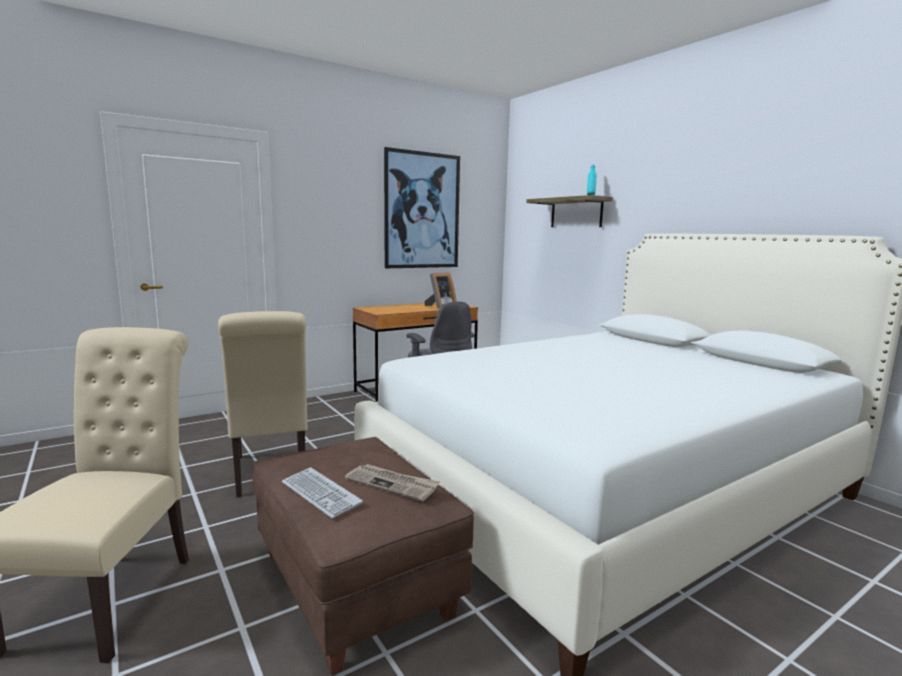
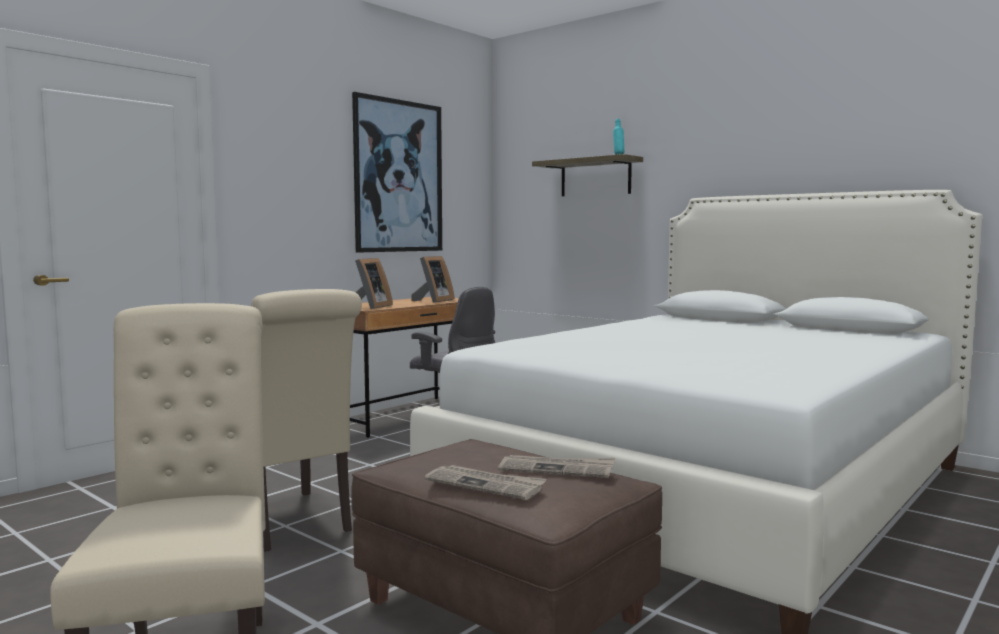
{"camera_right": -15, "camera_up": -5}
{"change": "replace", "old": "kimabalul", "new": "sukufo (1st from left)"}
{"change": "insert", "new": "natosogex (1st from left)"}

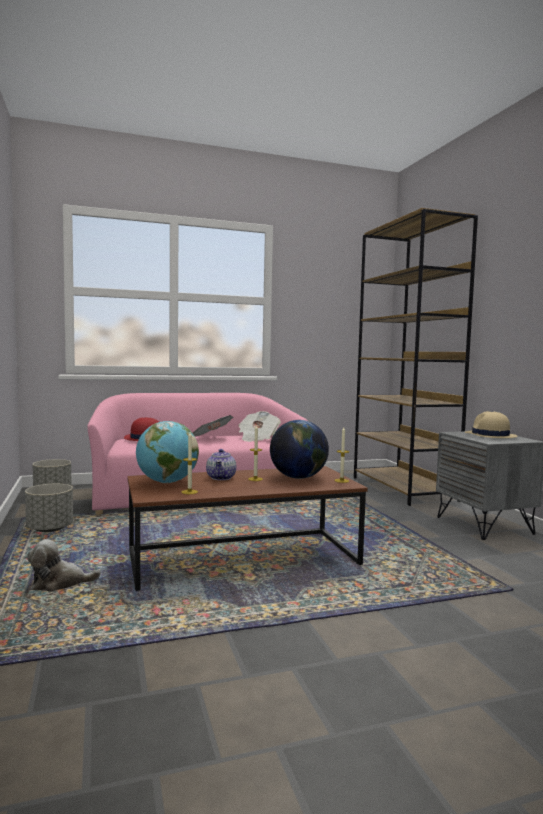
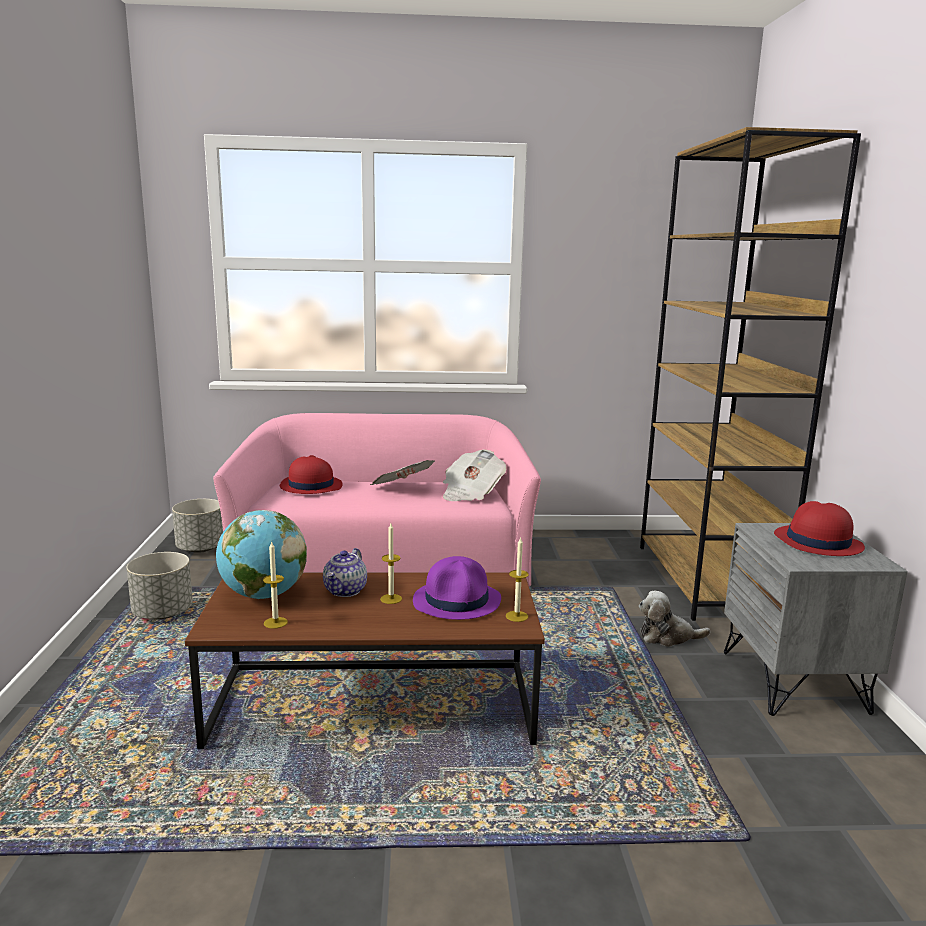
{"camera_right": 15, "camera_up": 10}
{"change": "recolor", "old": "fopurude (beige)", "new": "fopurude (red) (2nd from left)"}
{"change": "replace", "old": "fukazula (2nd from left)", "new": "fopurude (purple)"}
{"change": "move", "old": "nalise"}

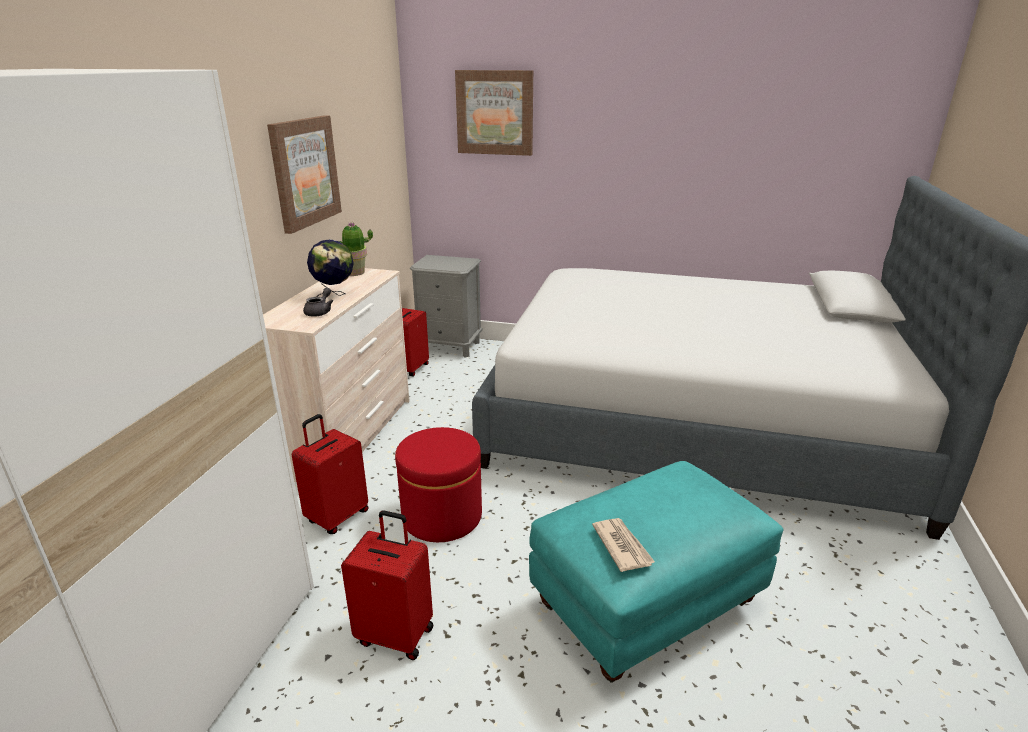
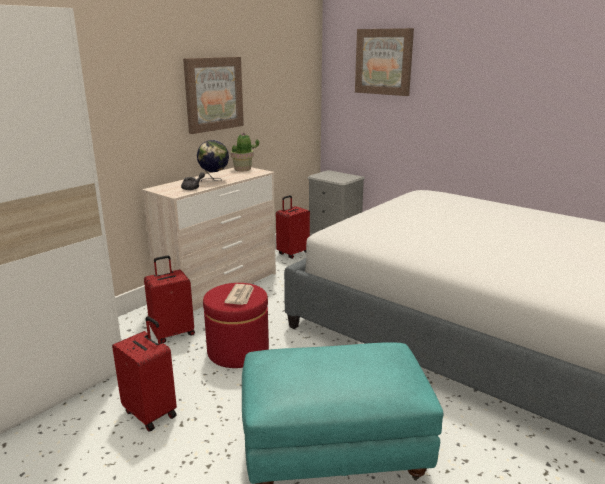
{"camera_right": 25, "camera_up": -5}
{"change": "move", "old": "sukufo"}

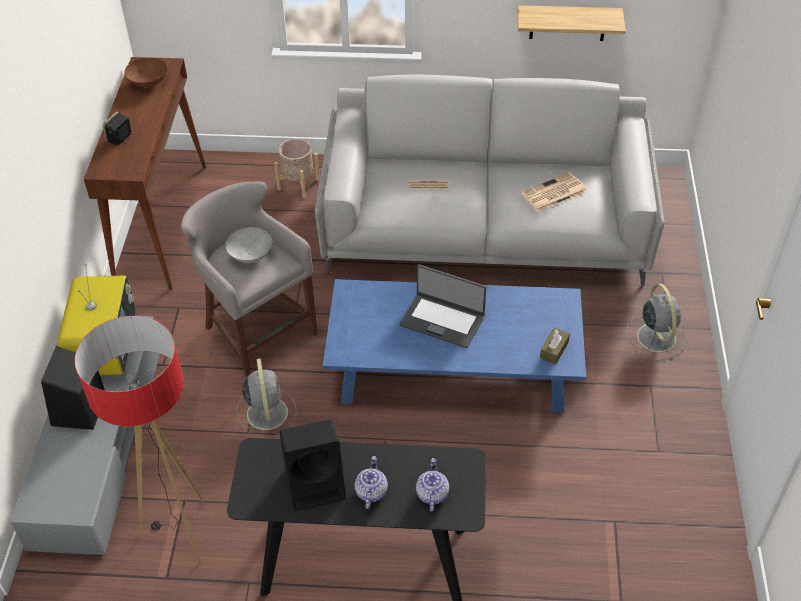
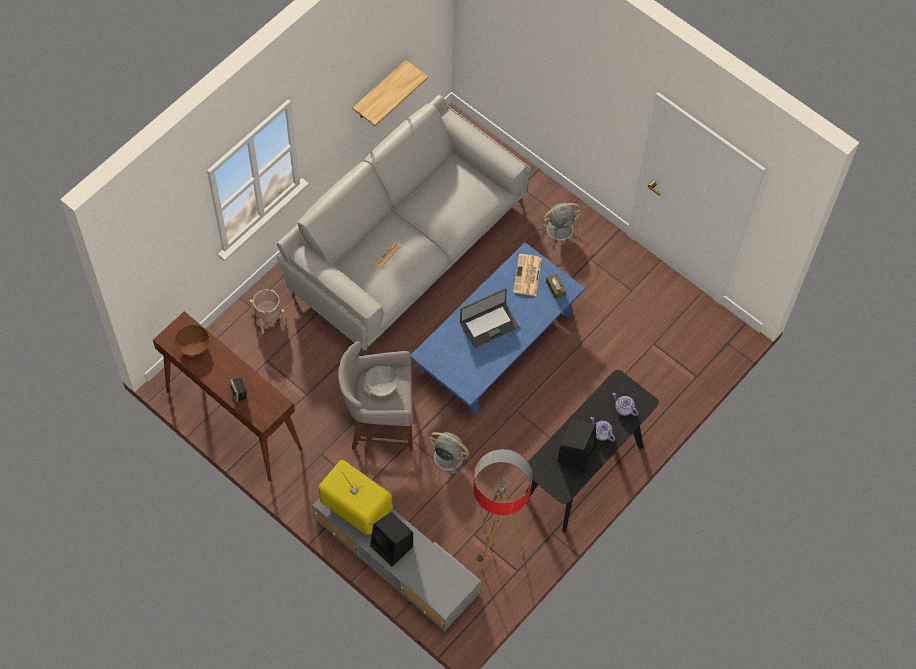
{"camera_right": -55, "camera_up": 15}
{"change": "move", "old": "sukufo (2nd from left)"}
{"change": "rotate", "old": "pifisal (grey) (2nd from left)", "degrees": 135}

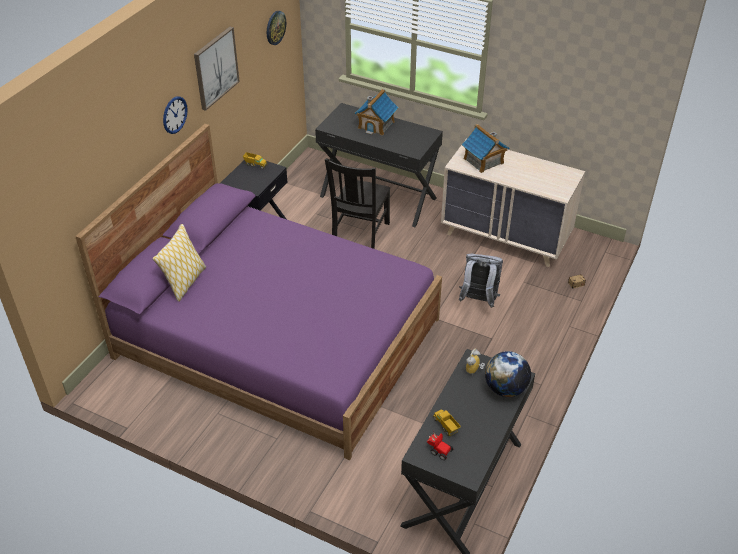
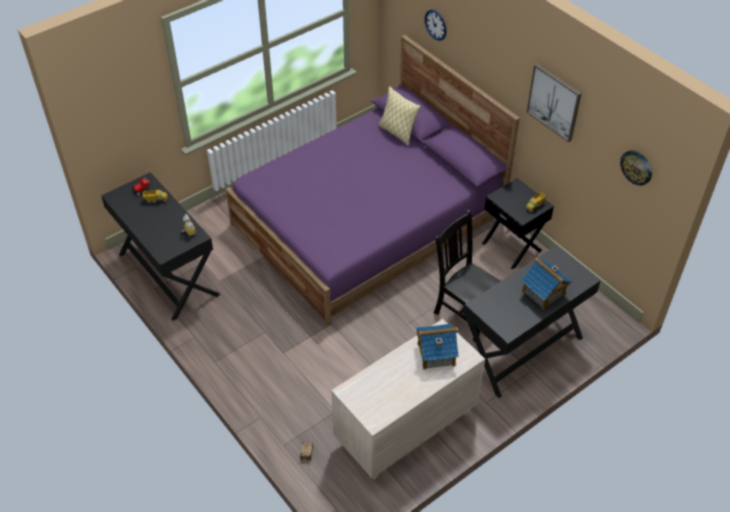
{"camera_right": 115, "camera_up": 5}
{"change": "move", "old": "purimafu (1st from left)"}
{"change": "delete", "old": "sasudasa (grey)"}
{"change": "delete", "old": "fukazula"}

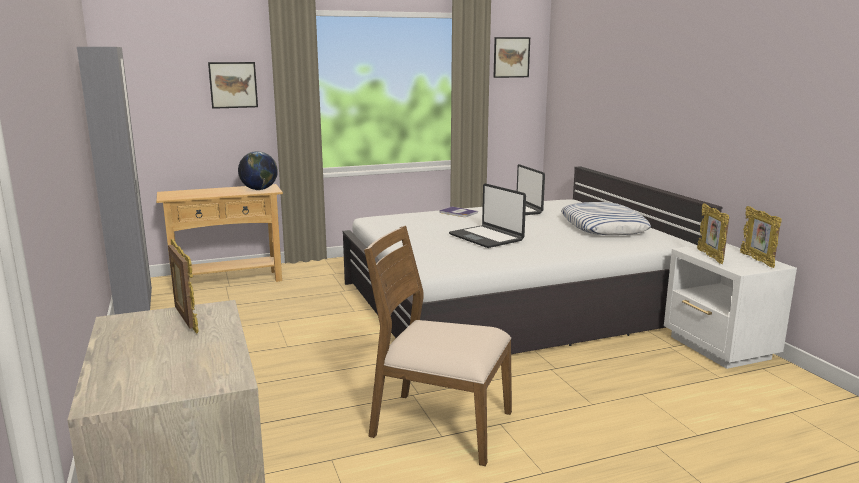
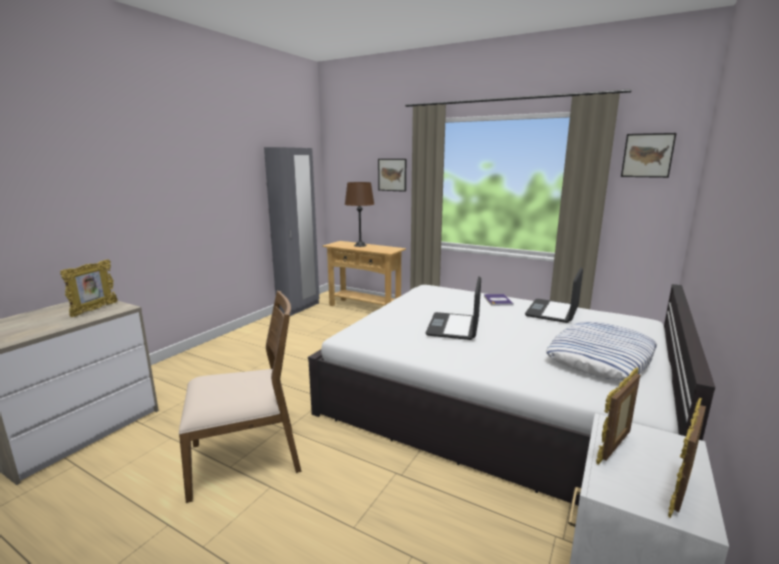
{"camera_right": 50, "camera_up": 0}
{"change": "delete", "old": "fukazula"}
{"change": "rotate", "old": "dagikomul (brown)", "degrees": 90}
{"change": "insert", "new": "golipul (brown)"}

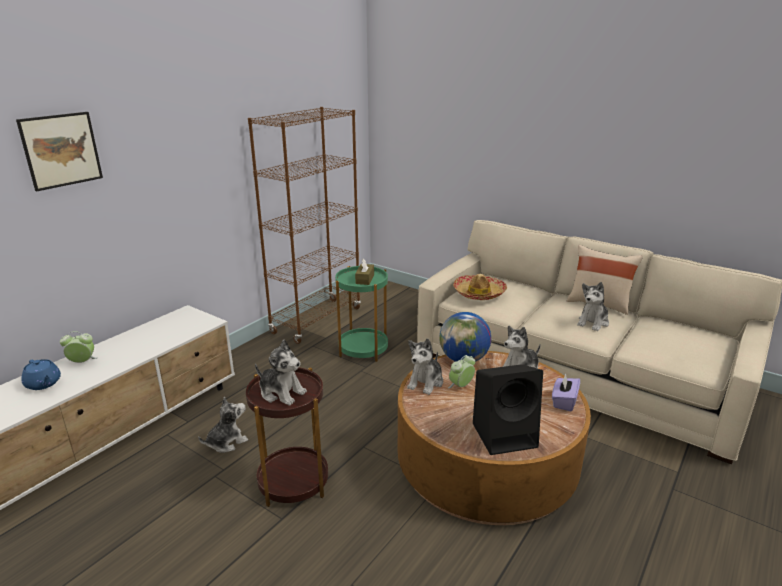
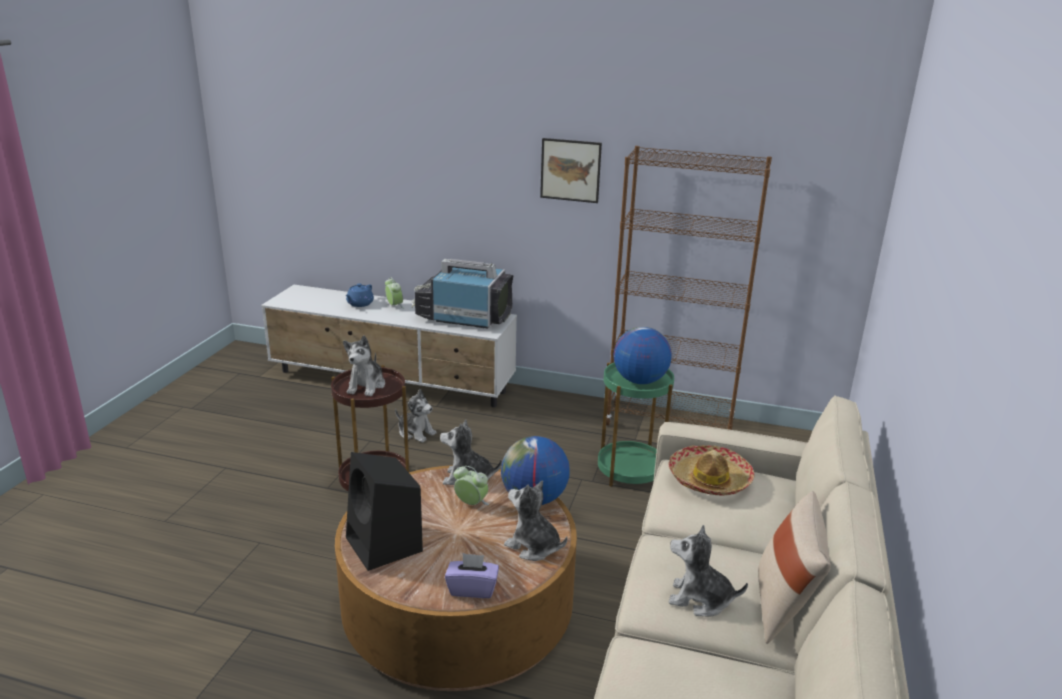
{"camera_right": 70, "camera_up": 0}
{"change": "move", "old": "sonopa"}
{"change": "replace", "old": "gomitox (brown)", "new": "fukazula (2nd from left)"}
{"change": "insert", "new": "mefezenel"}

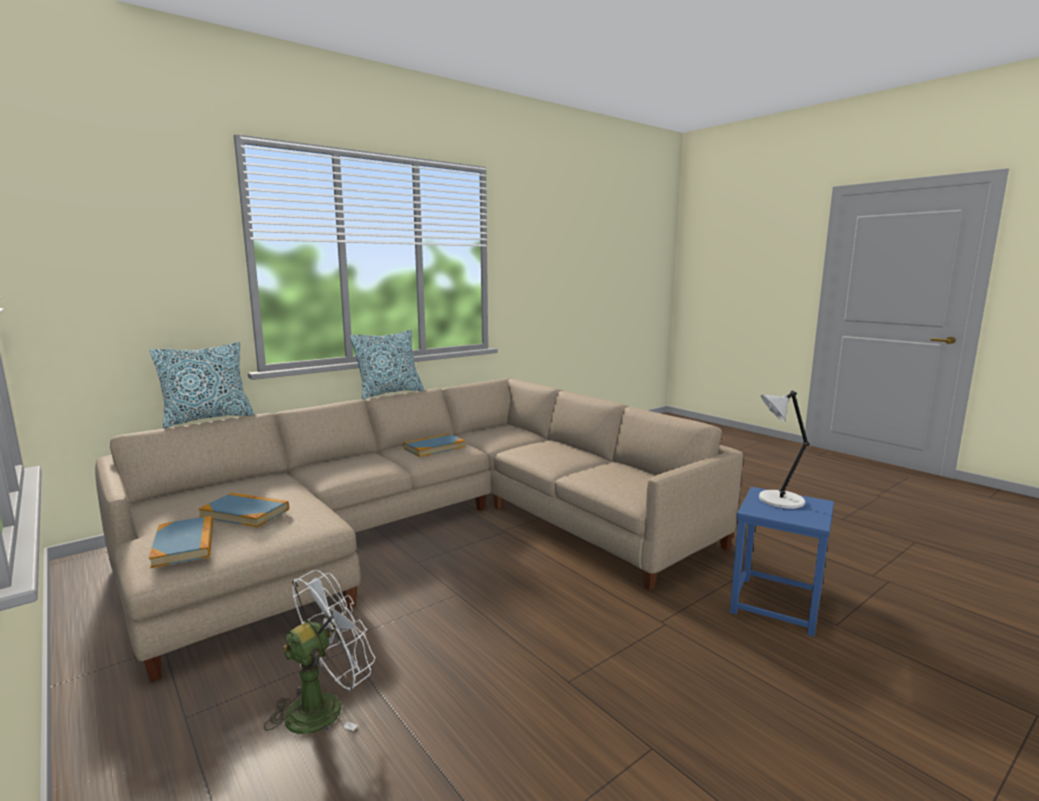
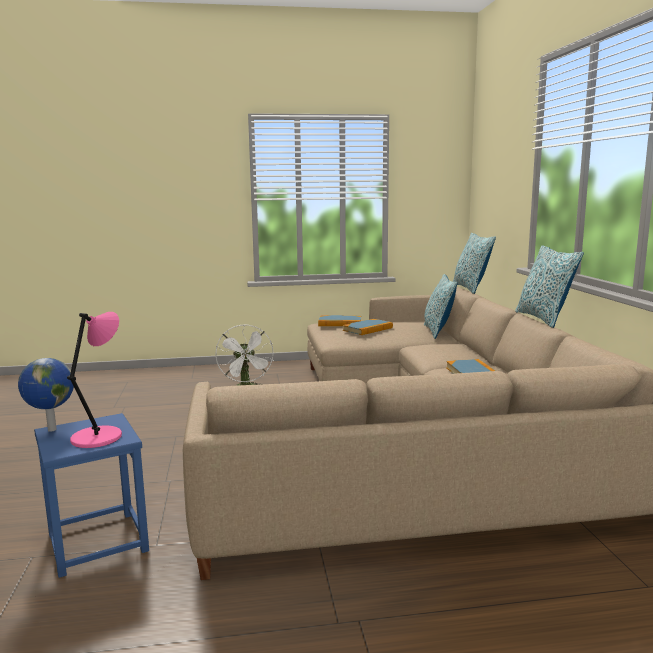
{"camera_right": 120, "camera_up": 0}
{"change": "recolor", "old": "golipul (grey)", "new": "golipul (pink)"}
{"change": "insert", "new": "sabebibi (1st from left)"}
{"change": "insert", "new": "fukazula"}

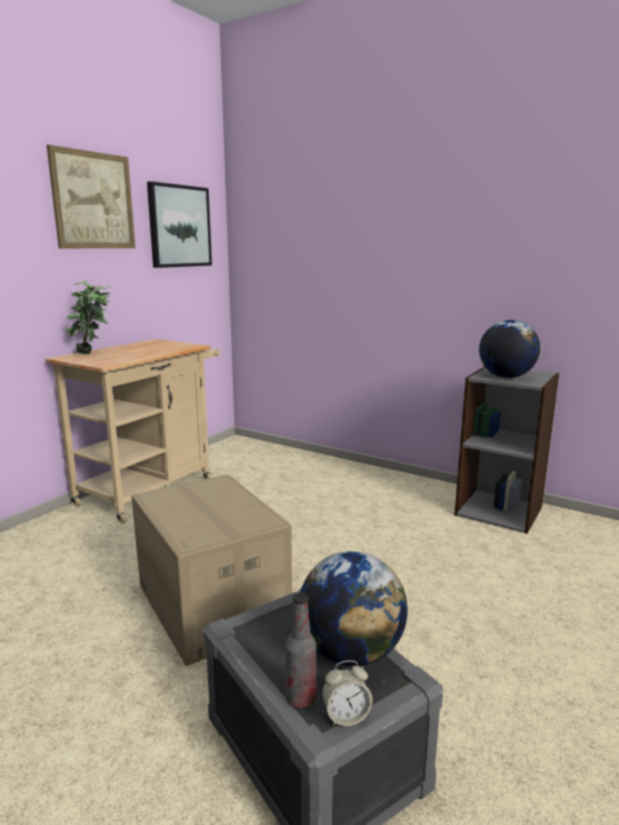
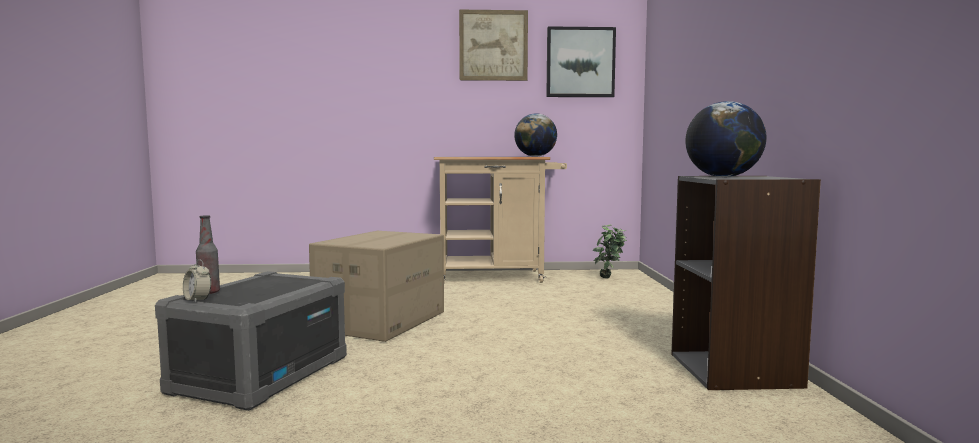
{"camera_right": 55, "camera_up": -10}
{"change": "move", "old": "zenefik"}
{"change": "move", "old": "fukazula (1st from left)"}

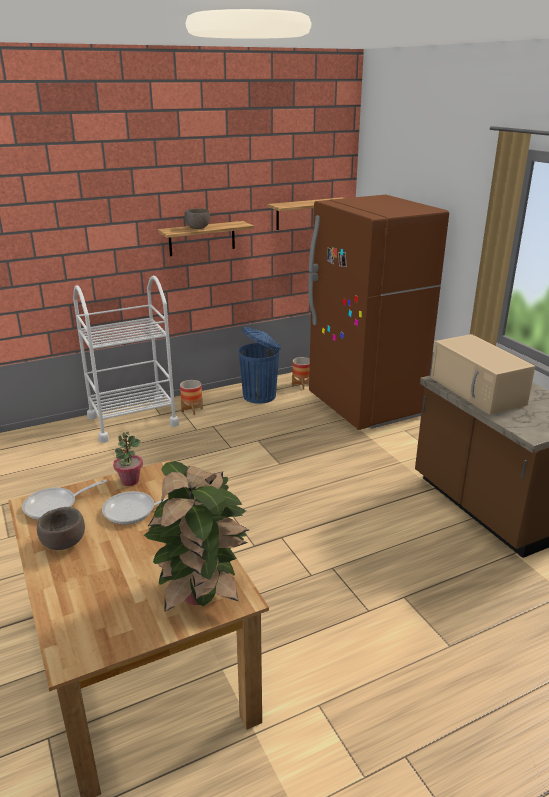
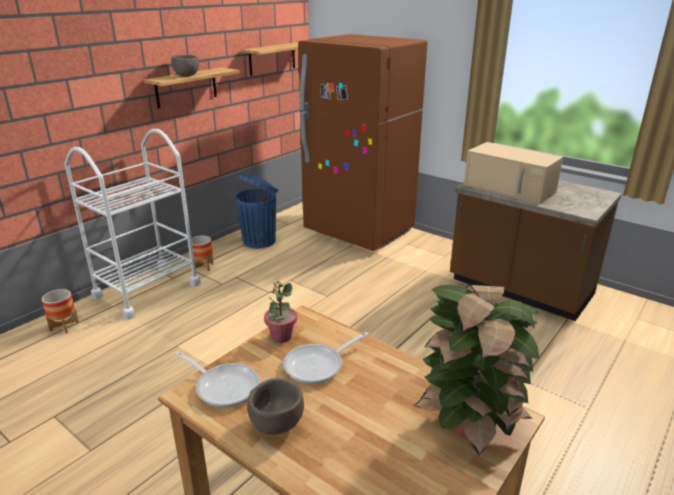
{"camera_right": -25, "camera_up": 0}
{"change": "move", "old": "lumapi (2nd from left in the first image)", "new": "lumapi (1st from left)"}
{"change": "rotate", "old": "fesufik (1st from left)", "degrees": -90}

